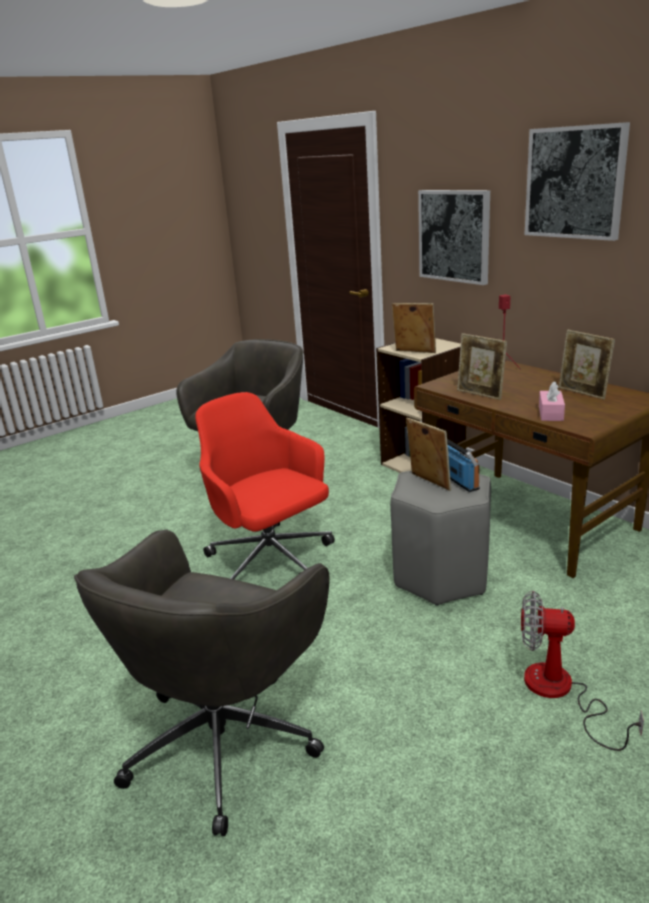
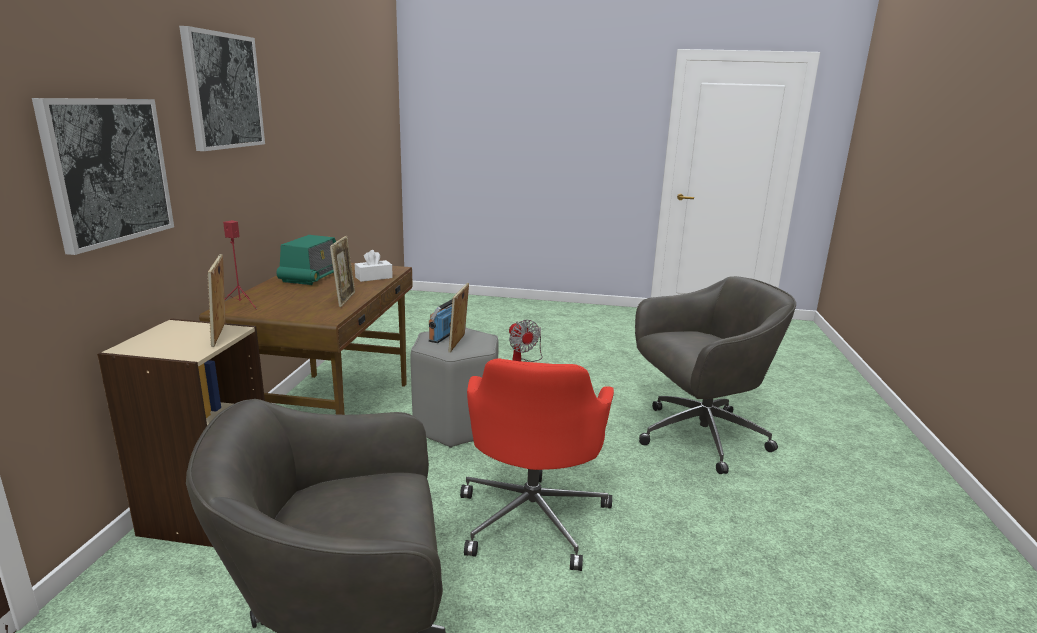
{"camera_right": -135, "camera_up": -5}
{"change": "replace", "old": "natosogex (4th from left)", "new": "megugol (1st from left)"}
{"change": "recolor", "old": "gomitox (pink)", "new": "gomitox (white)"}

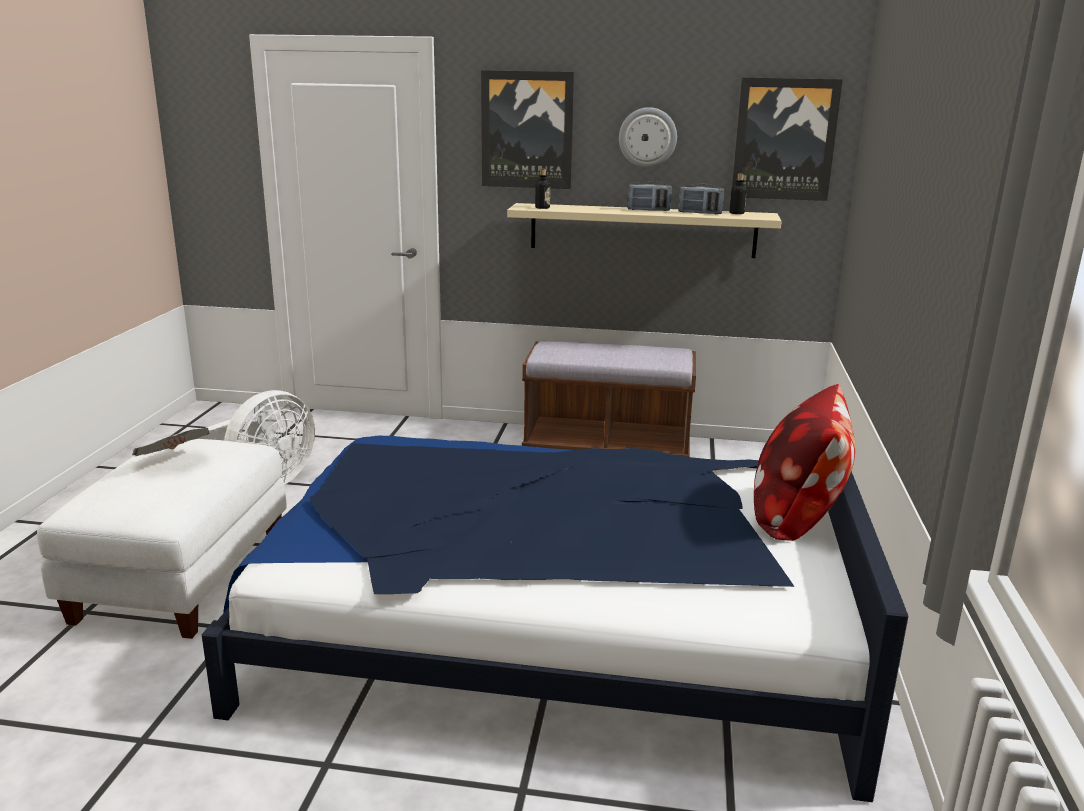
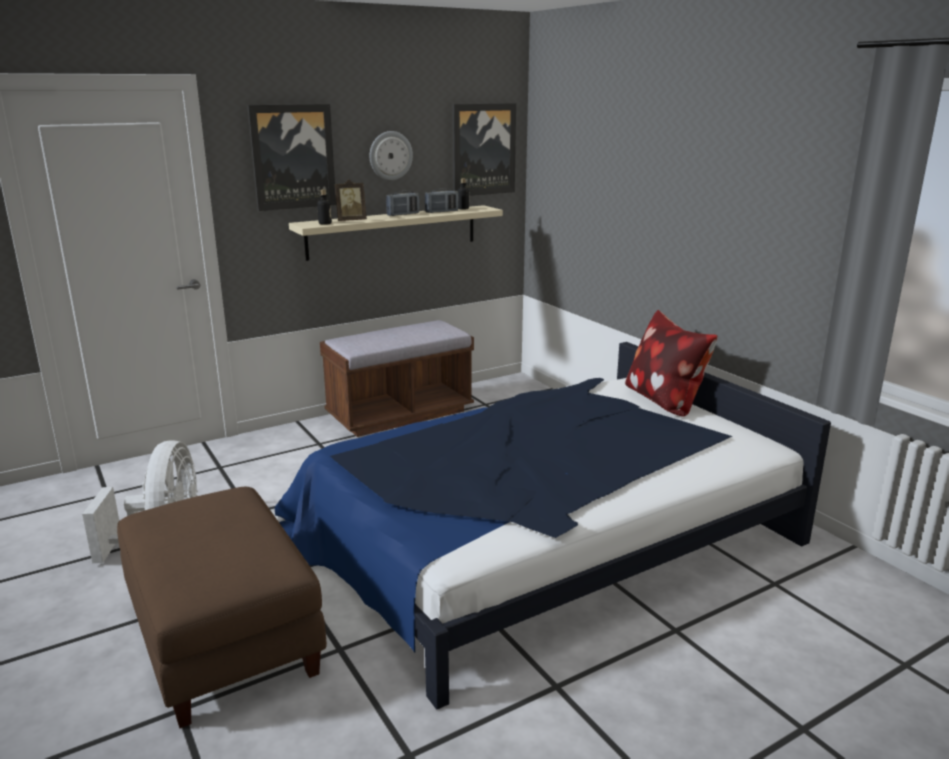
{"camera_right": -40, "camera_up": 0}
{"change": "delete", "old": "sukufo"}
{"change": "recolor", "old": "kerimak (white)", "new": "kerimak (brown)"}
{"change": "insert", "new": "natosogex"}

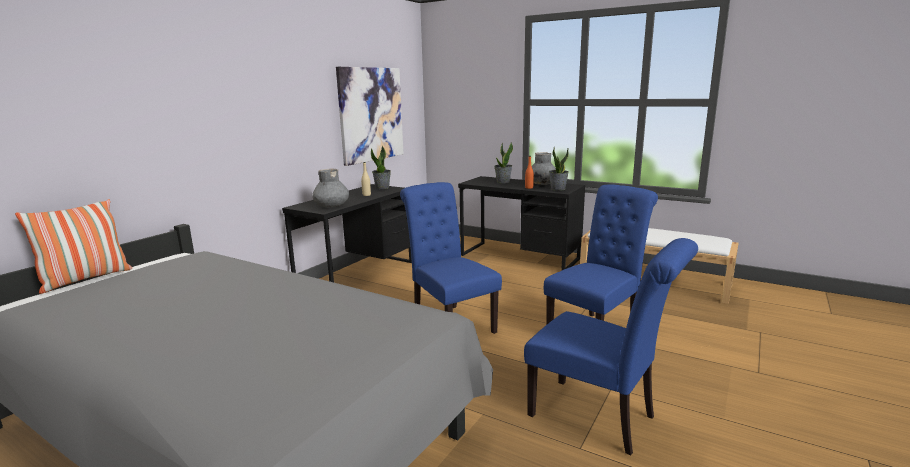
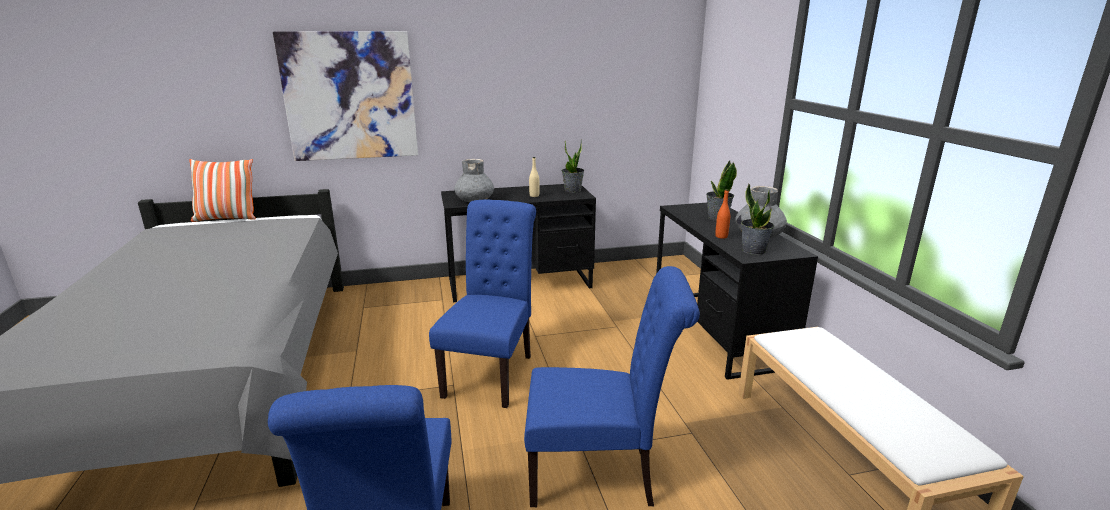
{"camera_right": 45, "camera_up": 5}
{"change": "move", "old": "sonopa"}

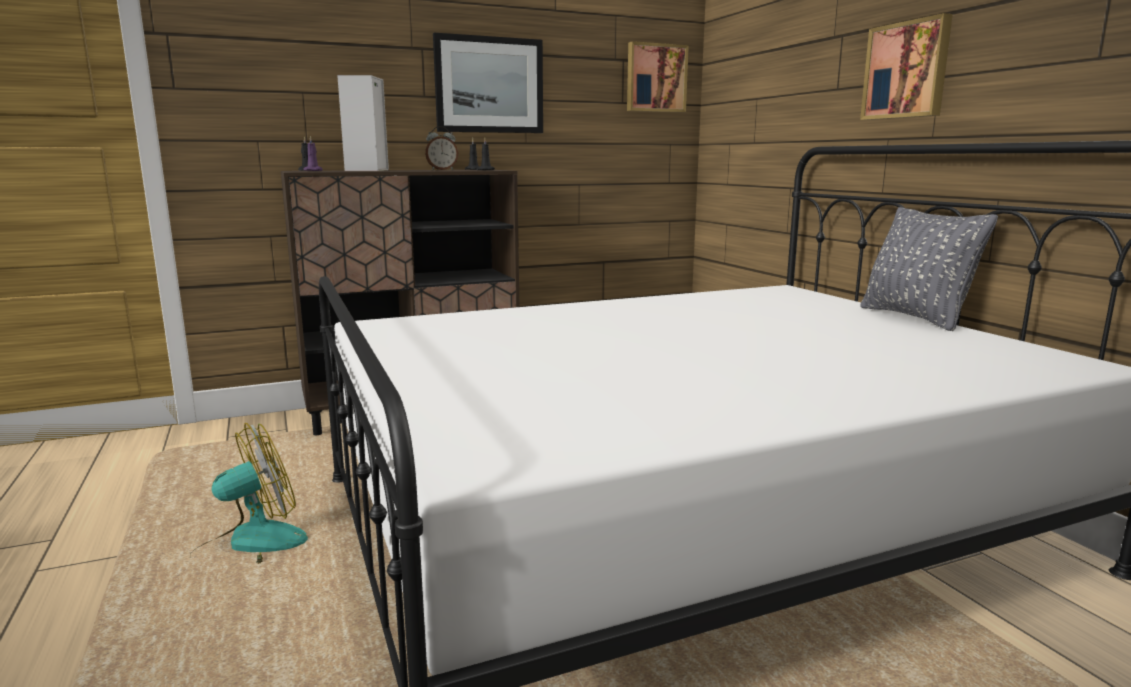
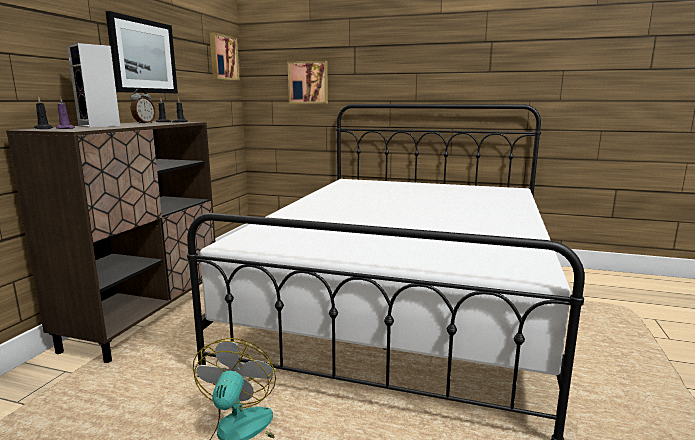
{"camera_right": -50, "camera_up": 0}
{"change": "move", "old": "sonopa (3rd from left)"}
{"change": "delete", "old": "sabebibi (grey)"}

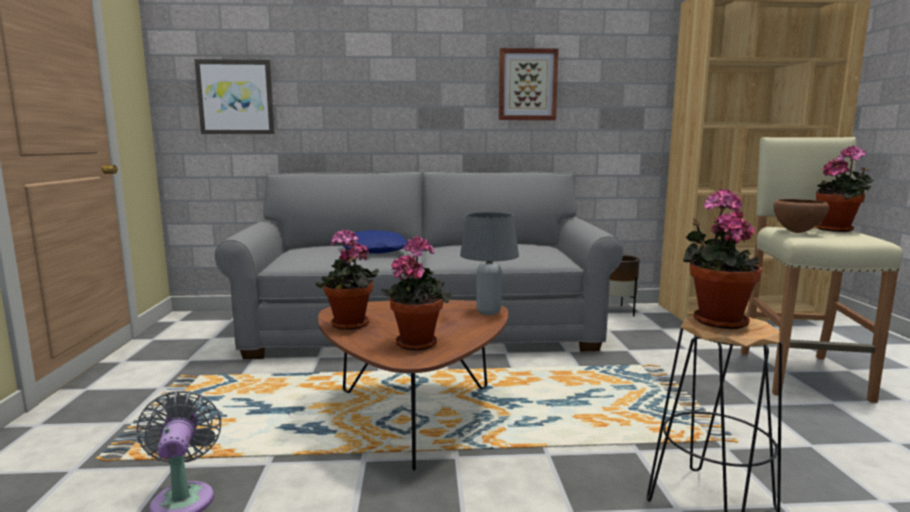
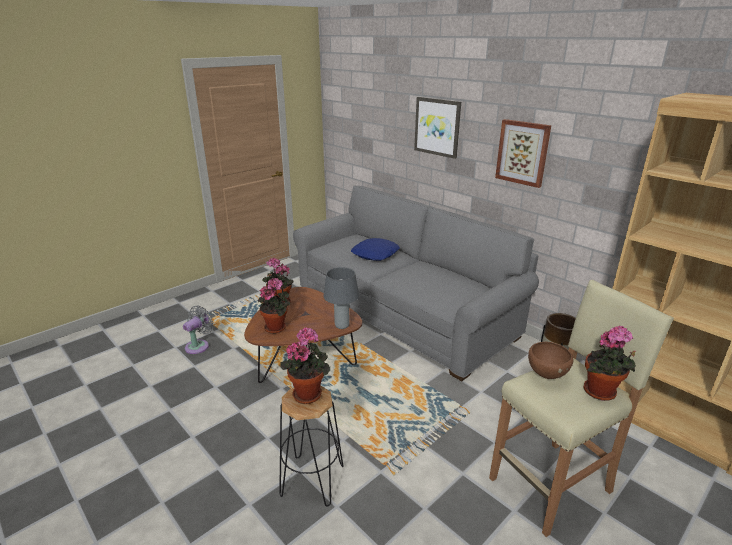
{"camera_right": 50, "camera_up": 15}
{"change": "move", "old": "sonopa (1st from left)"}

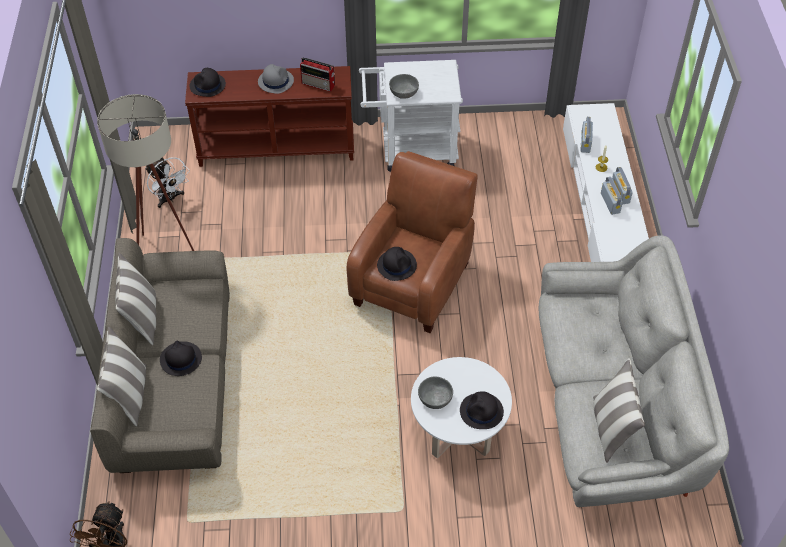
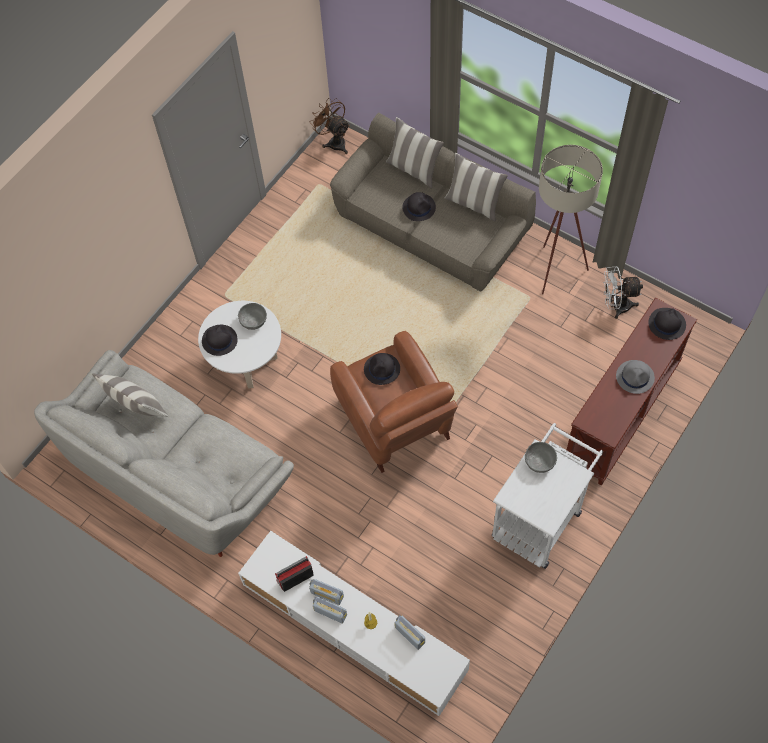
{"camera_right": 130, "camera_up": 10}
{"change": "move", "old": "megugol (1st from left)"}

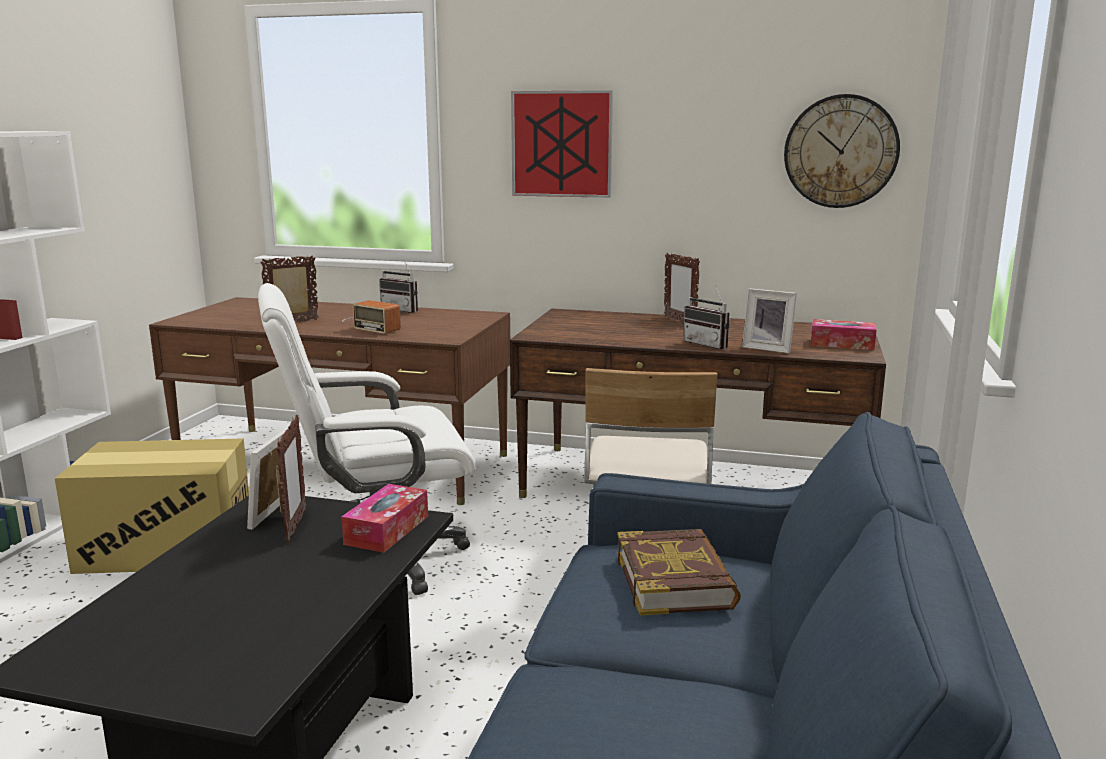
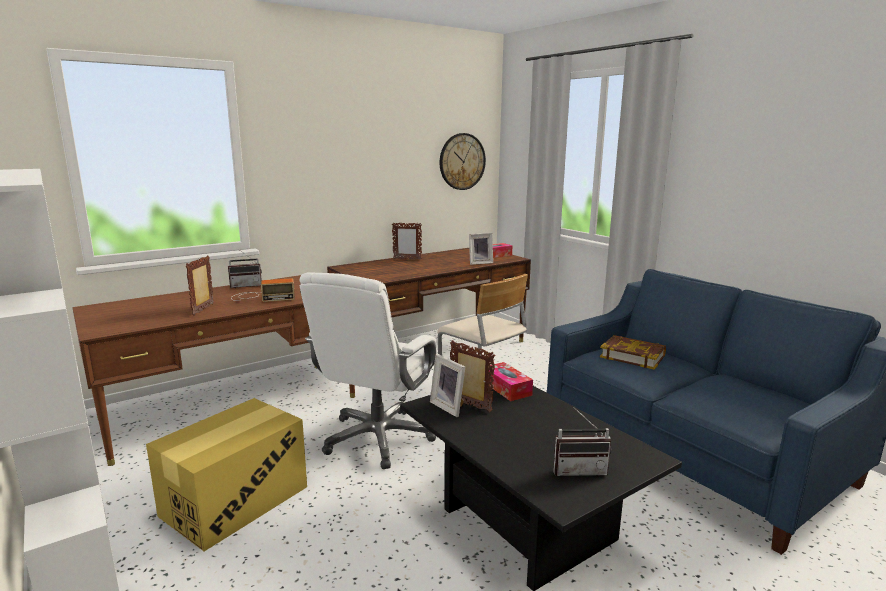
{"camera_right": -50, "camera_up": 0}
{"change": "delete", "old": "sonopa"}
{"change": "move", "old": "megugol (3rd from left)"}

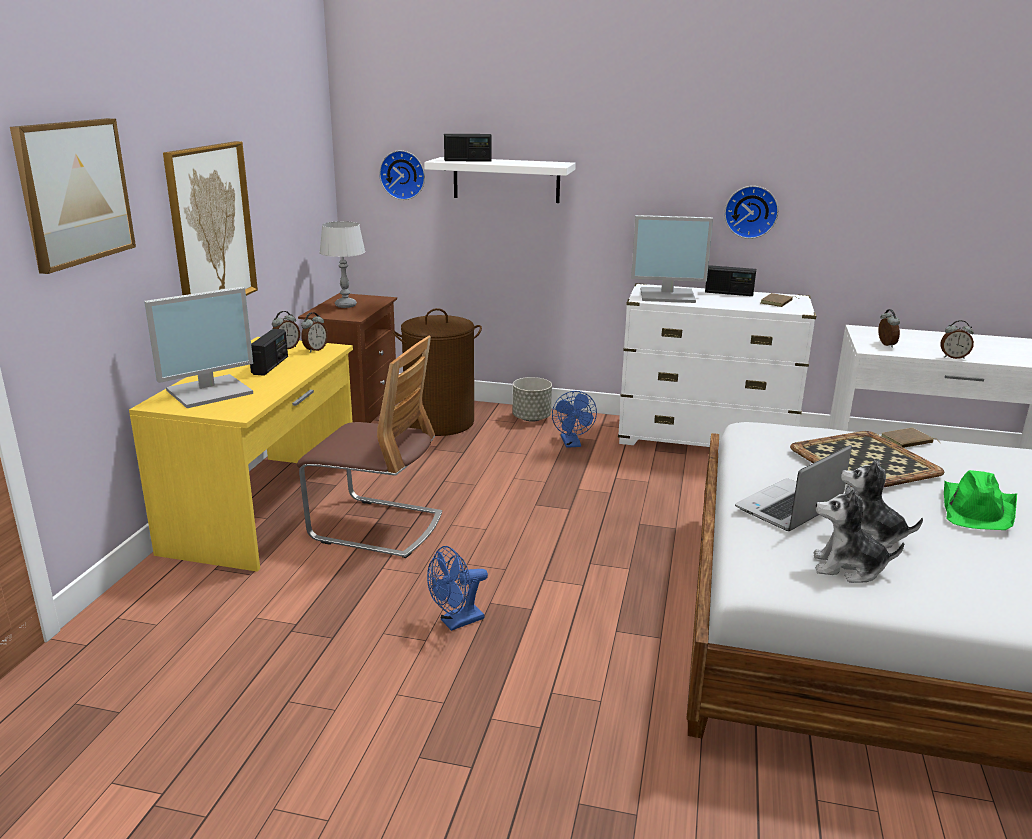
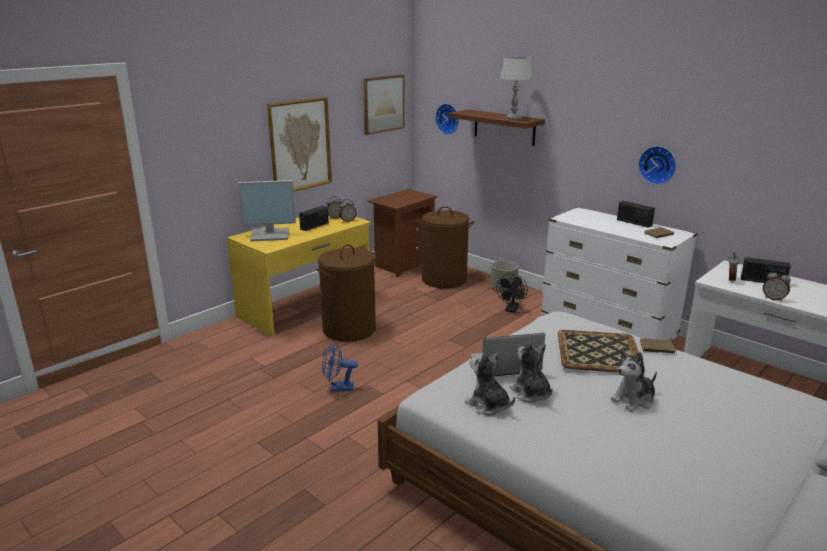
{"camera_right": 30, "camera_up": 0}
{"change": "move", "old": "sonopa (1st from left in the first image)", "new": "sonopa (2nd from left)"}
{"change": "move", "old": "megugol (2nd from left in the first image)", "new": "megugol (3rd from left)"}
{"change": "recolor", "old": "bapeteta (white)", "new": "bapeteta (brown)"}
{"change": "delete", "old": "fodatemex (2nd from left)"}
{"change": "move", "old": "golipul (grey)"}
{"change": "replace", "old": "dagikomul", "new": "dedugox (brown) (1st from left)"}
{"change": "recolor", "old": "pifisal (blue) (2nd from left)", "new": "pifisal (black)"}
{"change": "replace", "old": "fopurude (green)", "new": "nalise (3rd from left)"}

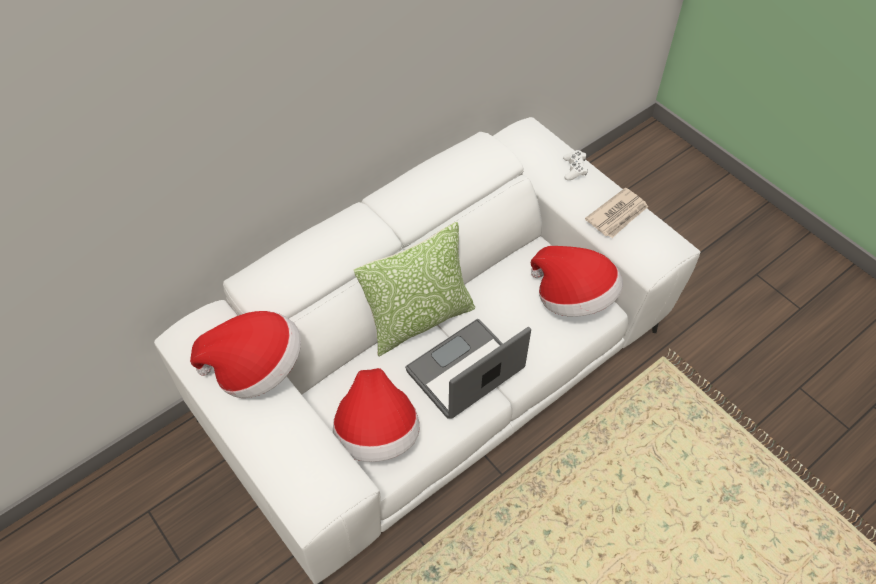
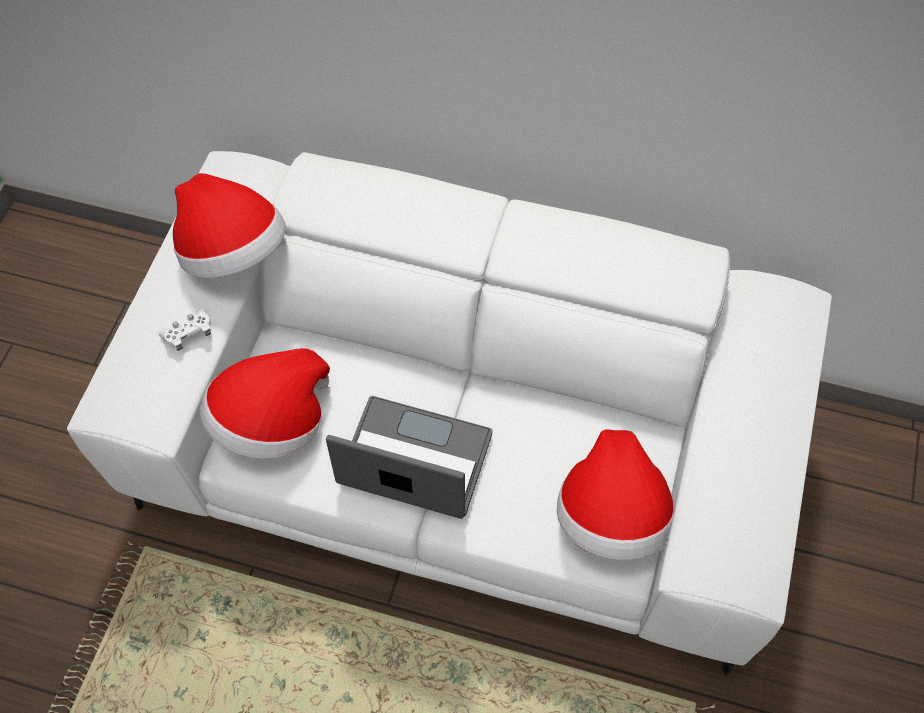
{"camera_right": 55, "camera_up": 5}
{"change": "move", "old": "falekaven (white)"}
{"change": "delete", "old": "sukufo"}
{"change": "delete", "old": "sabebibi"}

